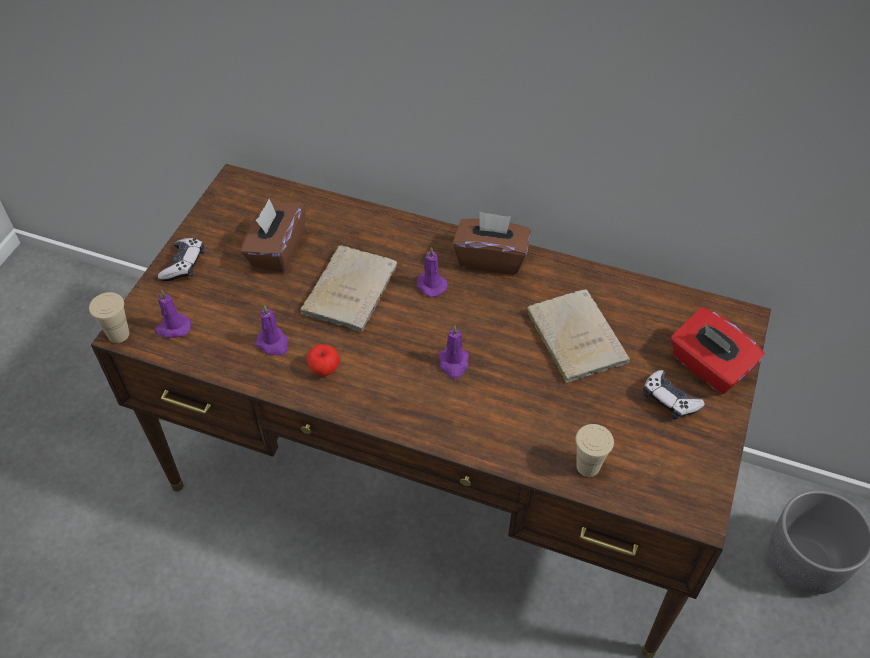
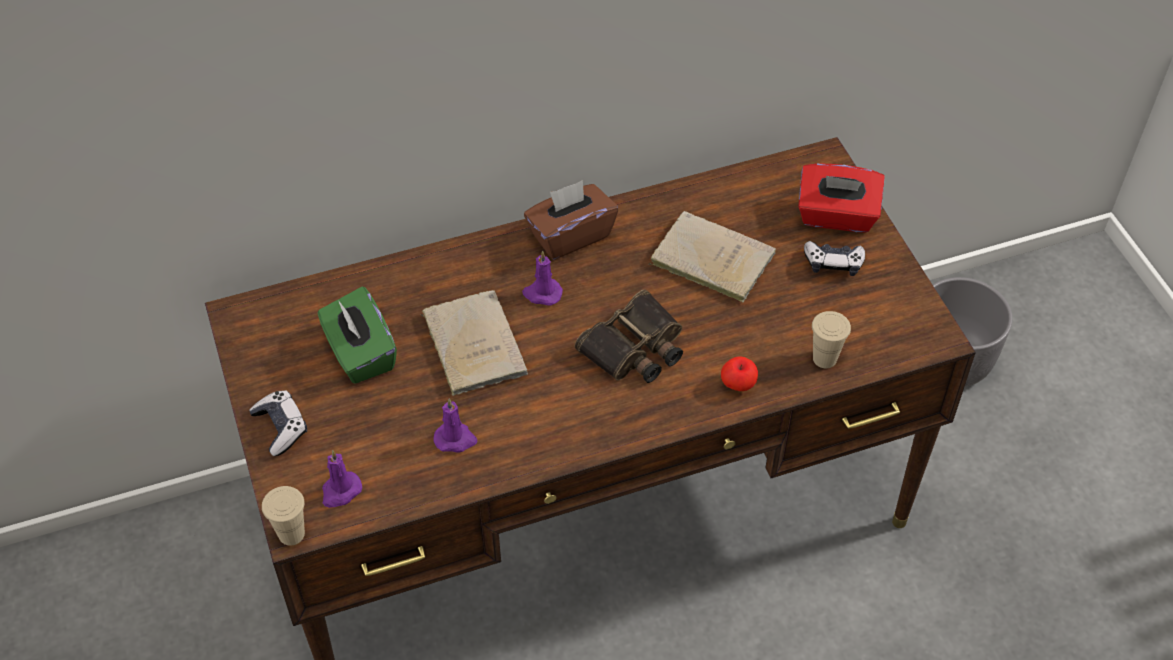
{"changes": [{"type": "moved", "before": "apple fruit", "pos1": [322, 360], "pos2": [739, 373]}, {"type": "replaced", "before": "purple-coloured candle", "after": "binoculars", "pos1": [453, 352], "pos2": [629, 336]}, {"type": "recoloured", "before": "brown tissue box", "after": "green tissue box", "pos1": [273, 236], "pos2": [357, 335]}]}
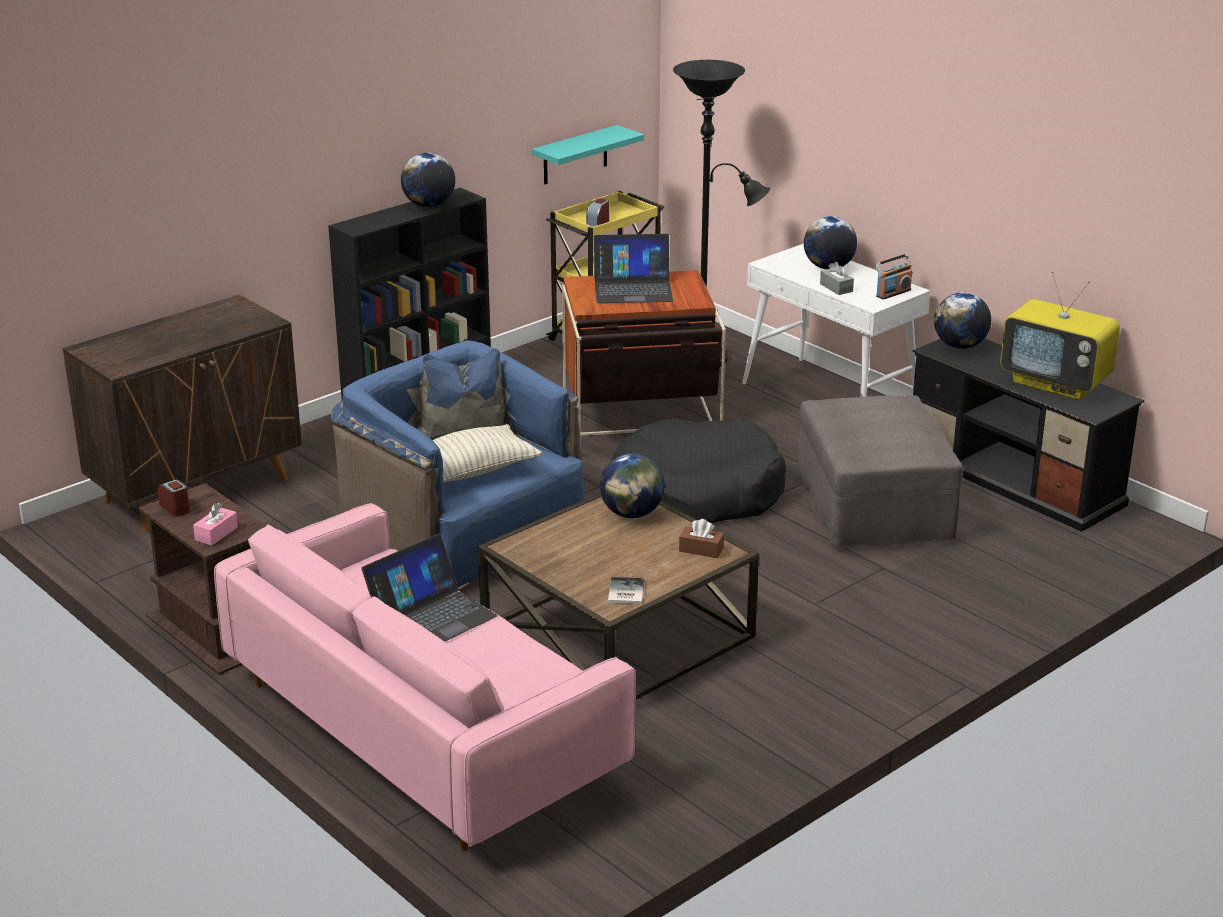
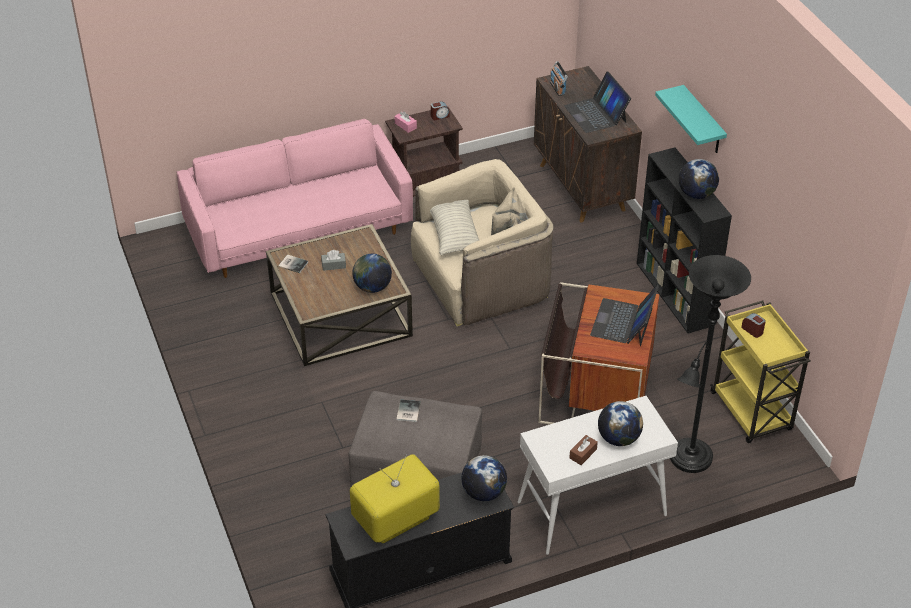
{"changes": [{"type": "removed", "before": "black dog cushion", "pos1": [699, 471]}, {"type": "added", "after": "volume", "pos2": [408, 411]}, {"type": "moved", "before": "laptop", "pos1": [429, 588], "pos2": [597, 102]}, {"type": "moved", "before": "turquoise-coloured bracket shelf", "pos1": [588, 154], "pos2": [691, 119]}, {"type": "moved", "before": "brown tissue box", "pos1": [701, 538], "pos2": [583, 450]}, {"type": "moved", "before": "gray tissue box", "pos1": [837, 278], "pos2": [333, 260]}, {"type": "moved", "before": "radio", "pos1": [893, 277], "pos2": [559, 78]}, {"type": "recoloured", "before": "blue-coloured armchair", "after": "sand-coloured armchair", "pos1": [458, 465], "pos2": [482, 242]}]}
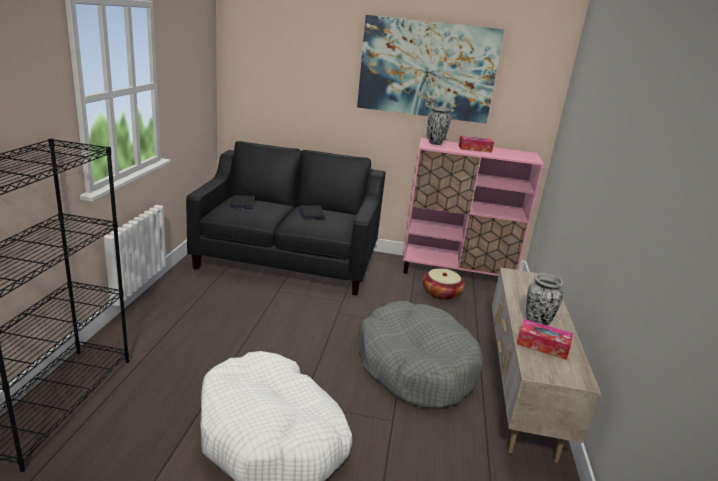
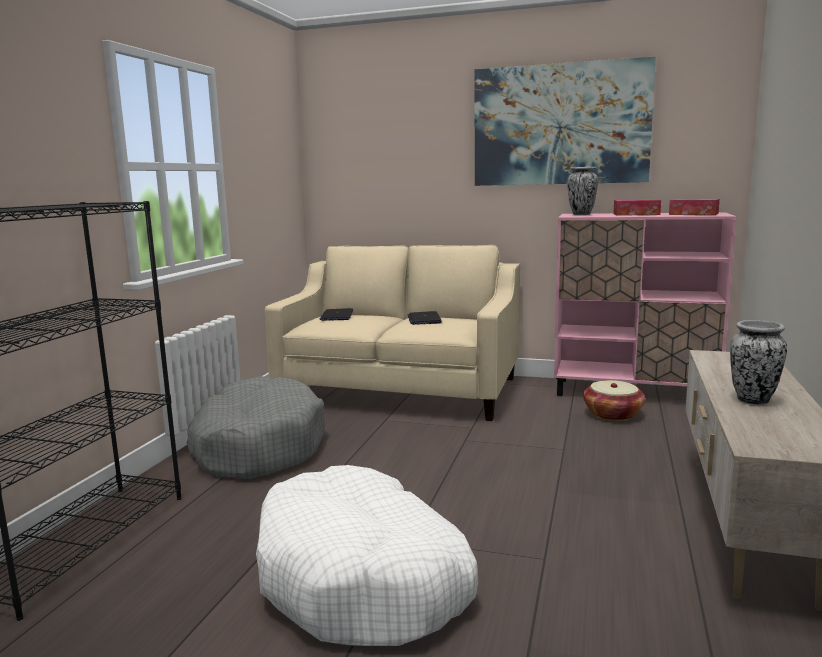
{"changes": [{"type": "moved", "before": "gray dog cushion", "pos1": [420, 355], "pos2": [256, 427]}, {"type": "moved", "before": "tissue box", "pos1": [545, 339], "pos2": [694, 207]}, {"type": "recoloured", "before": "black sofa", "after": "sand-coloured sofa", "pos1": [286, 218], "pos2": [392, 333]}]}
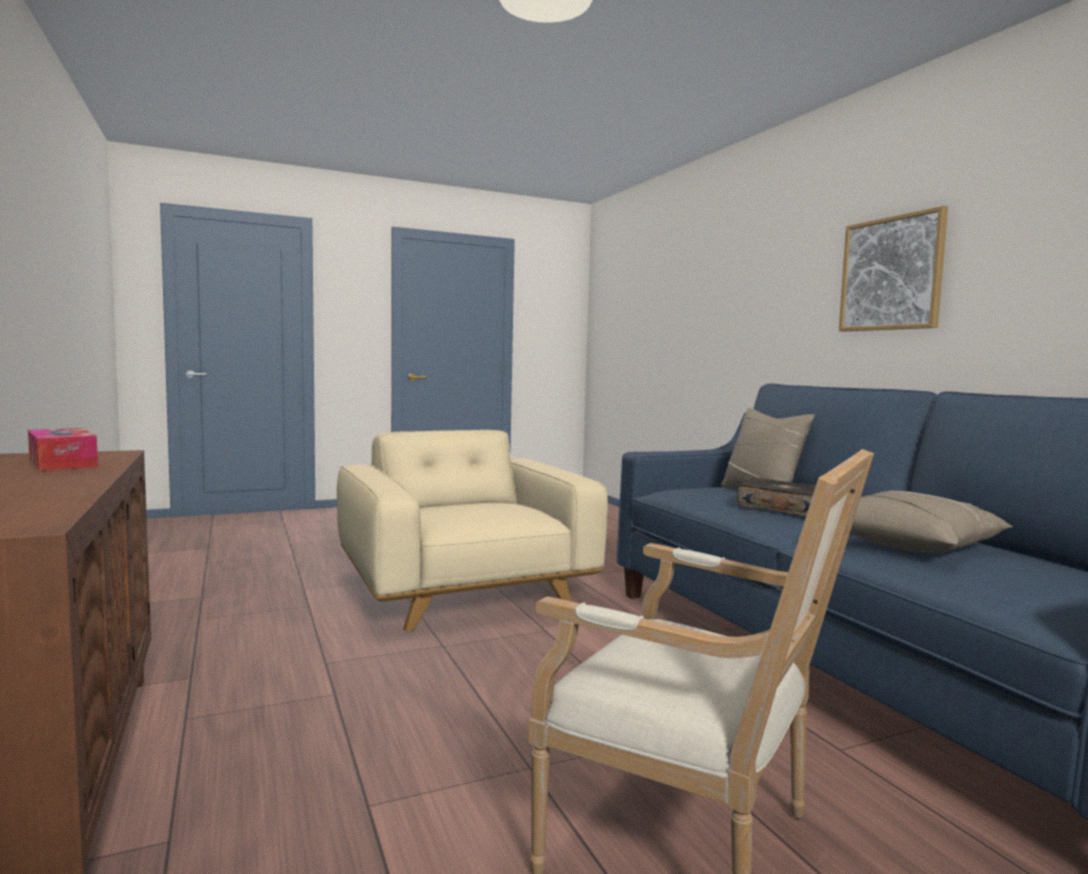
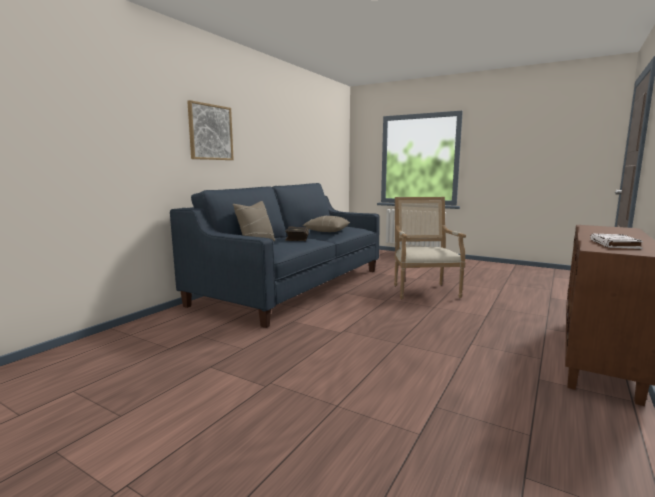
{"changes": [{"type": "removed", "before": "sand-coloured armchair", "pos1": [472, 531]}, {"type": "replaced", "before": "tissue box", "after": "whitish volume", "pos1": [63, 449], "pos2": [616, 241]}]}
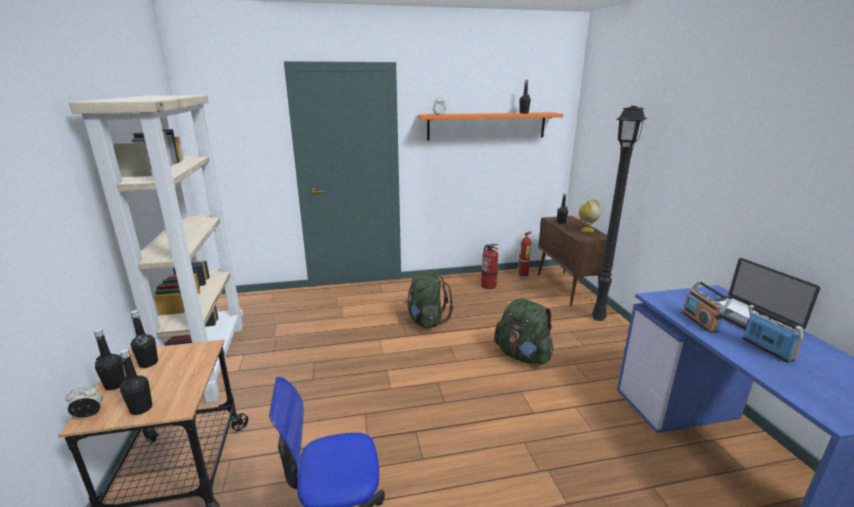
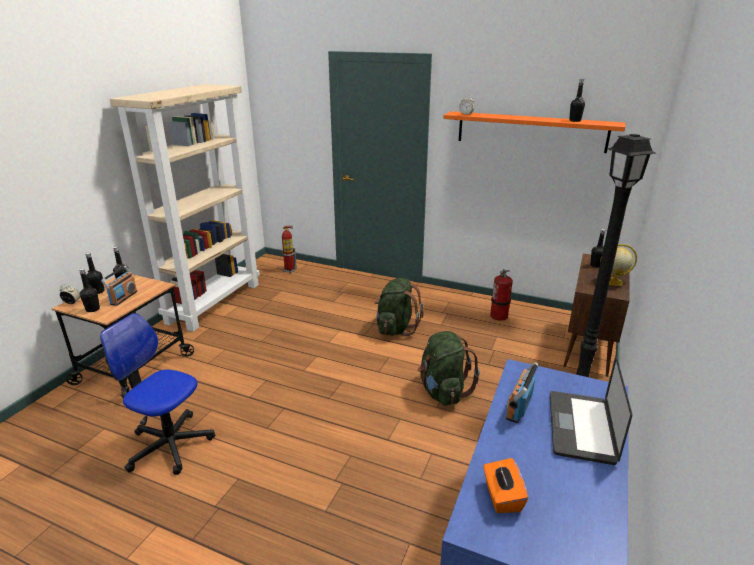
{"changes": [{"type": "added", "after": "orange tissue box", "pos2": [505, 485]}, {"type": "moved", "before": "fire extinguisher", "pos1": [524, 254], "pos2": [289, 249]}, {"type": "moved", "before": "radio", "pos1": [773, 334], "pos2": [119, 285]}]}
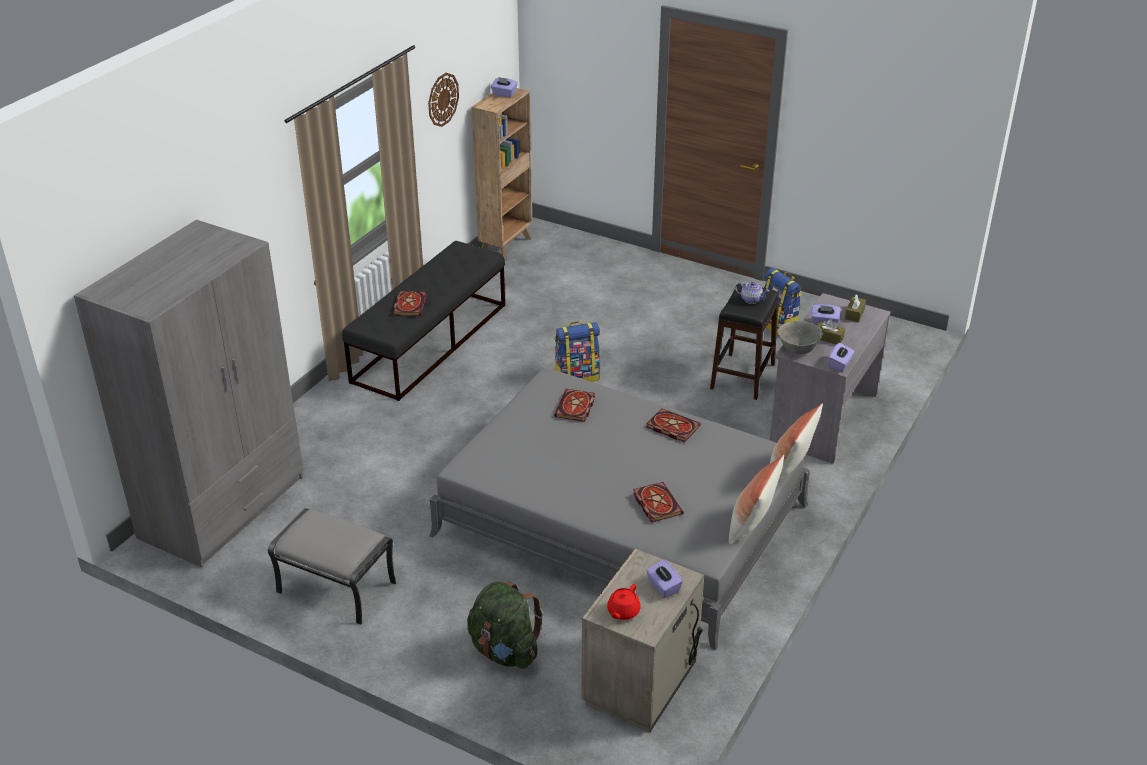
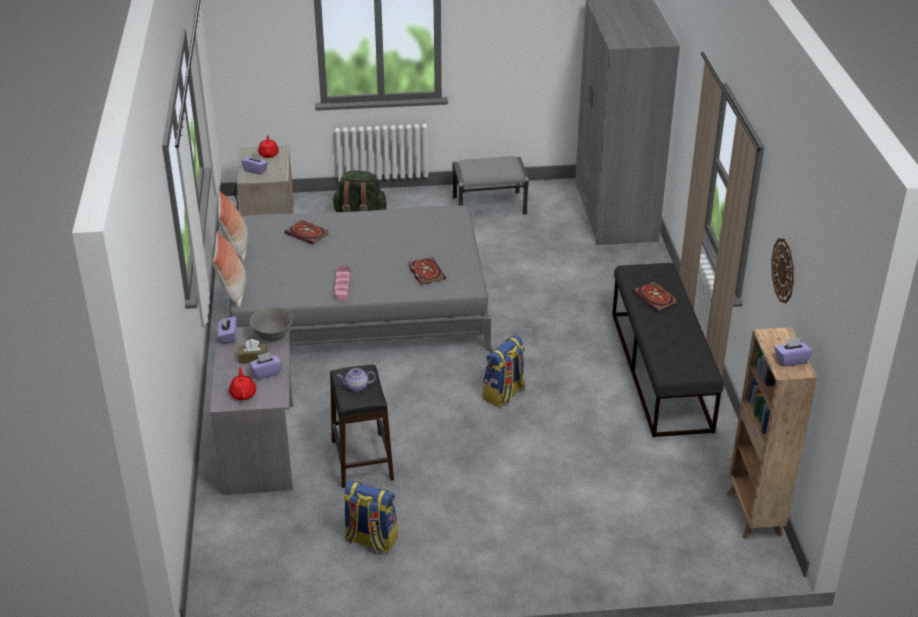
{"changes": [{"type": "replaced", "before": "volume", "after": "pink-coloured tray", "pos1": [674, 425], "pos2": [342, 283]}, {"type": "replaced", "before": "brown tissue box", "after": "red teapot", "pos1": [855, 308], "pos2": [242, 383]}]}
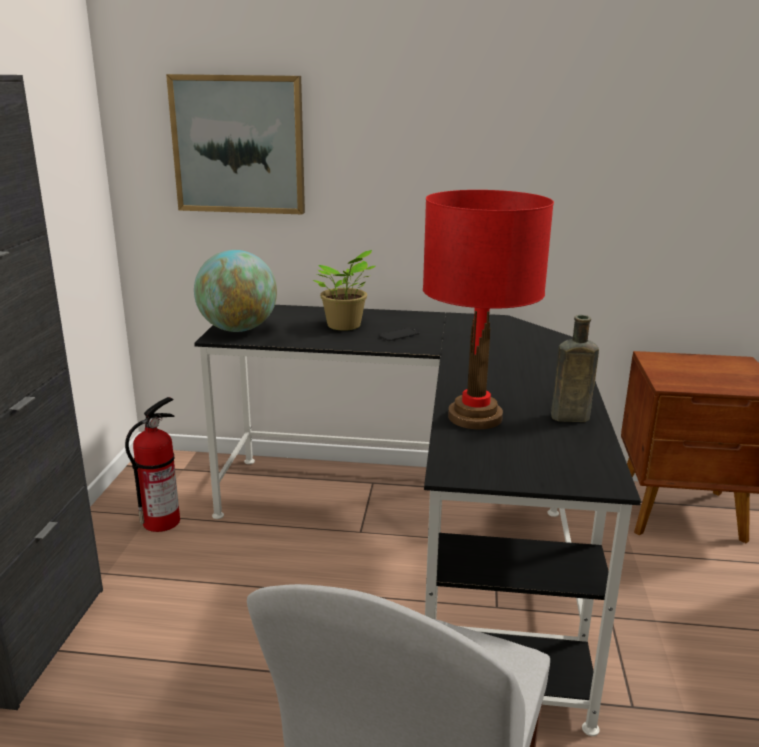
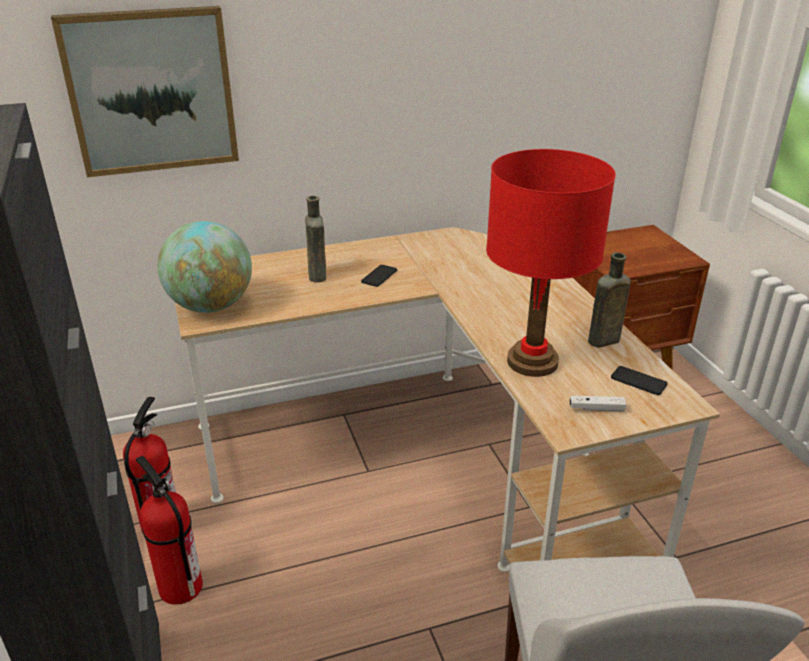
{"changes": [{"type": "added", "after": "fire extinguisher", "pos2": [169, 530]}, {"type": "added", "after": "whitish joypad", "pos2": [598, 404]}, {"type": "added", "after": "handset", "pos2": [639, 380]}, {"type": "replaced", "before": "potted plant", "after": "brown bottle", "pos1": [344, 290], "pos2": [315, 239]}, {"type": "recoloured", "before": "black desk", "after": "sand-coloured desk", "pos1": [417, 520], "pos2": [447, 399]}]}
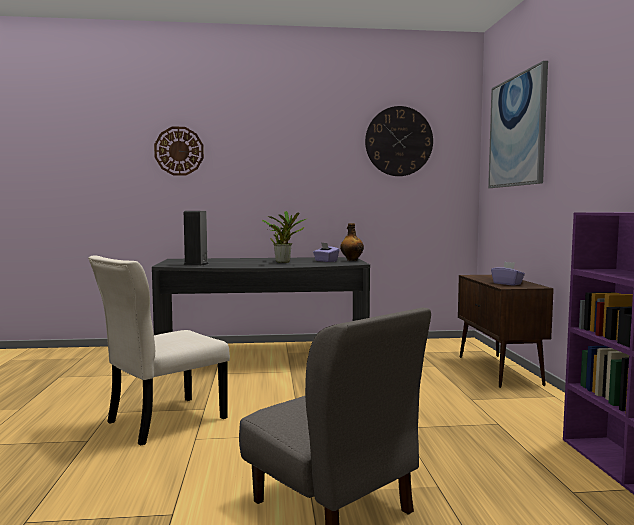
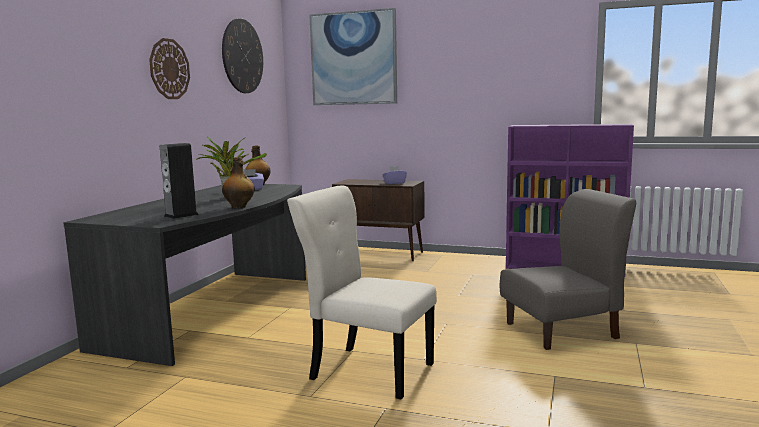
{"changes": [{"type": "added", "after": "bottle", "pos2": [238, 182]}, {"type": "moved", "before": "hanging clock", "pos1": [179, 151], "pos2": [169, 68]}, {"type": "turned", "before": "sand-coloured plain chair", "pos1": [159, 351], "pos2": [361, 292], "turn": 135}]}
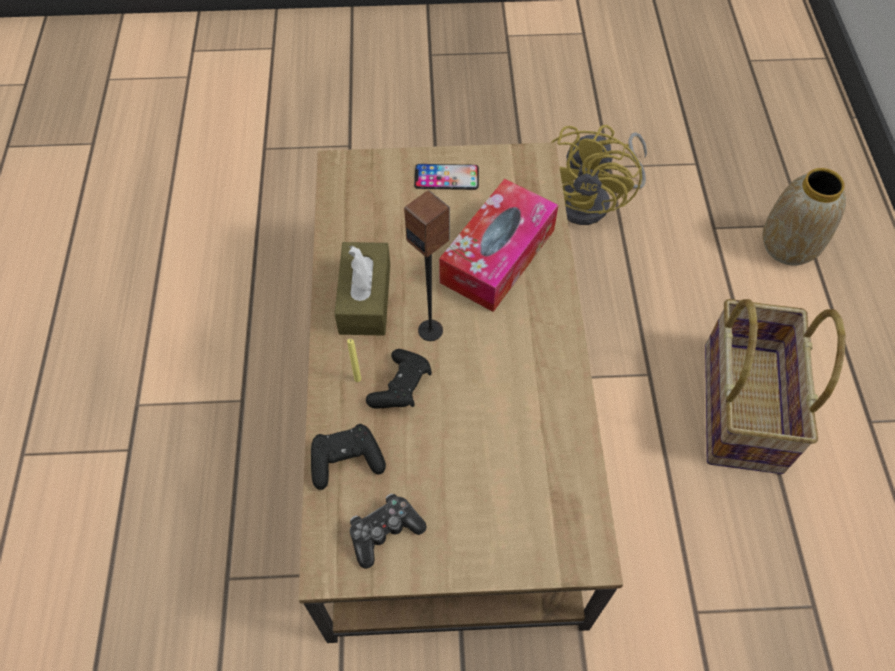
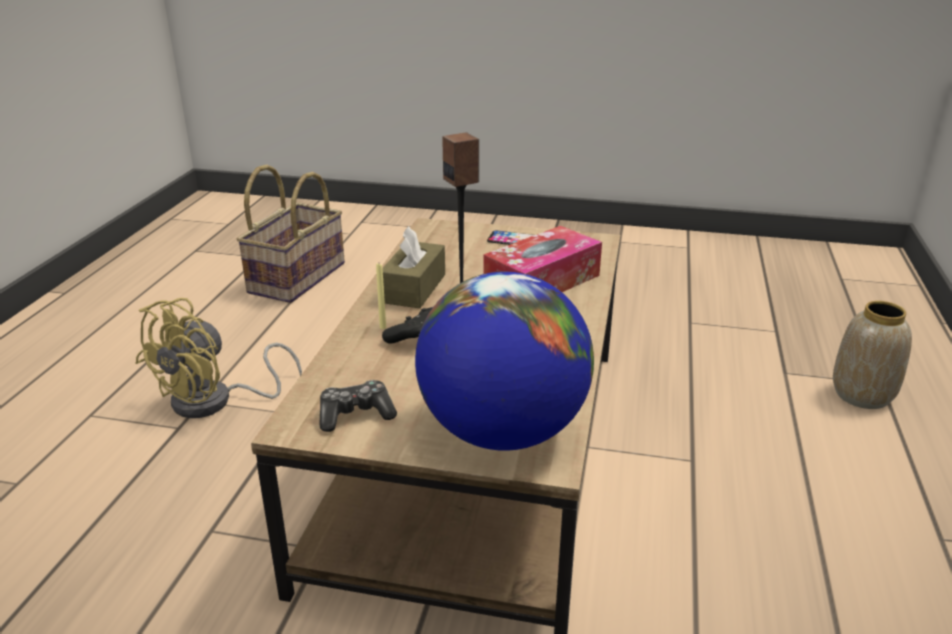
{"changes": [{"type": "removed", "before": "black joypad", "pos1": [348, 457]}, {"type": "added", "after": "desk globe", "pos2": [504, 361]}, {"type": "moved", "before": "yellow-coloured fan", "pos1": [598, 175], "pos2": [218, 358]}, {"type": "moved", "before": "storage basket", "pos1": [775, 386], "pos2": [291, 234]}]}
